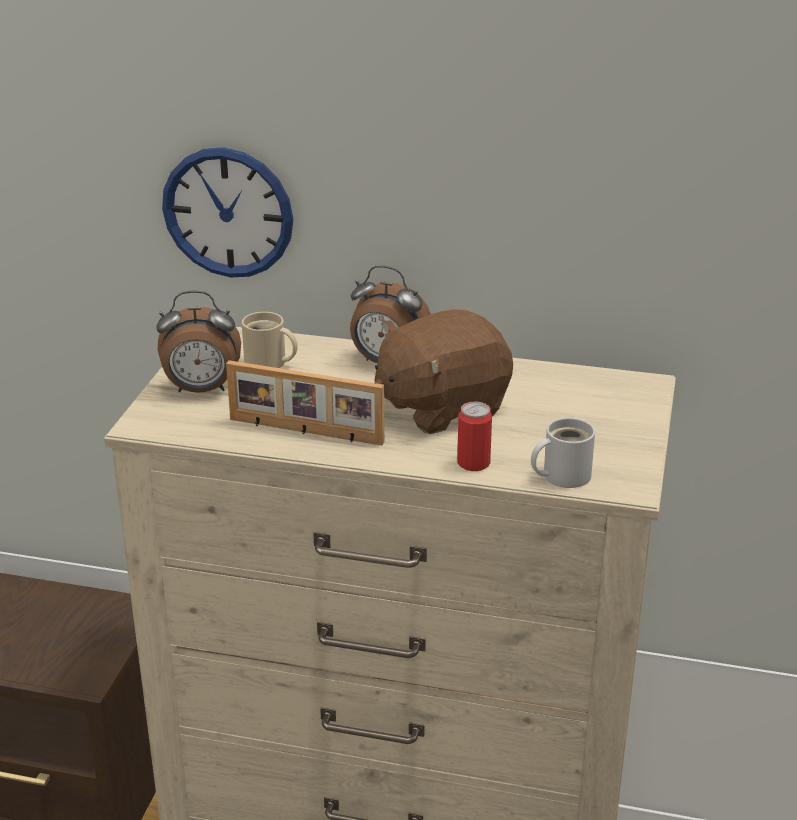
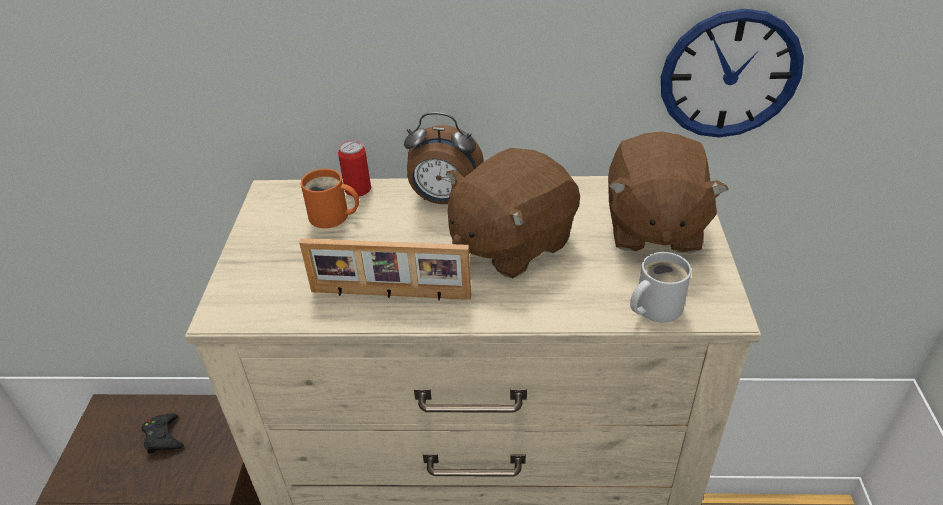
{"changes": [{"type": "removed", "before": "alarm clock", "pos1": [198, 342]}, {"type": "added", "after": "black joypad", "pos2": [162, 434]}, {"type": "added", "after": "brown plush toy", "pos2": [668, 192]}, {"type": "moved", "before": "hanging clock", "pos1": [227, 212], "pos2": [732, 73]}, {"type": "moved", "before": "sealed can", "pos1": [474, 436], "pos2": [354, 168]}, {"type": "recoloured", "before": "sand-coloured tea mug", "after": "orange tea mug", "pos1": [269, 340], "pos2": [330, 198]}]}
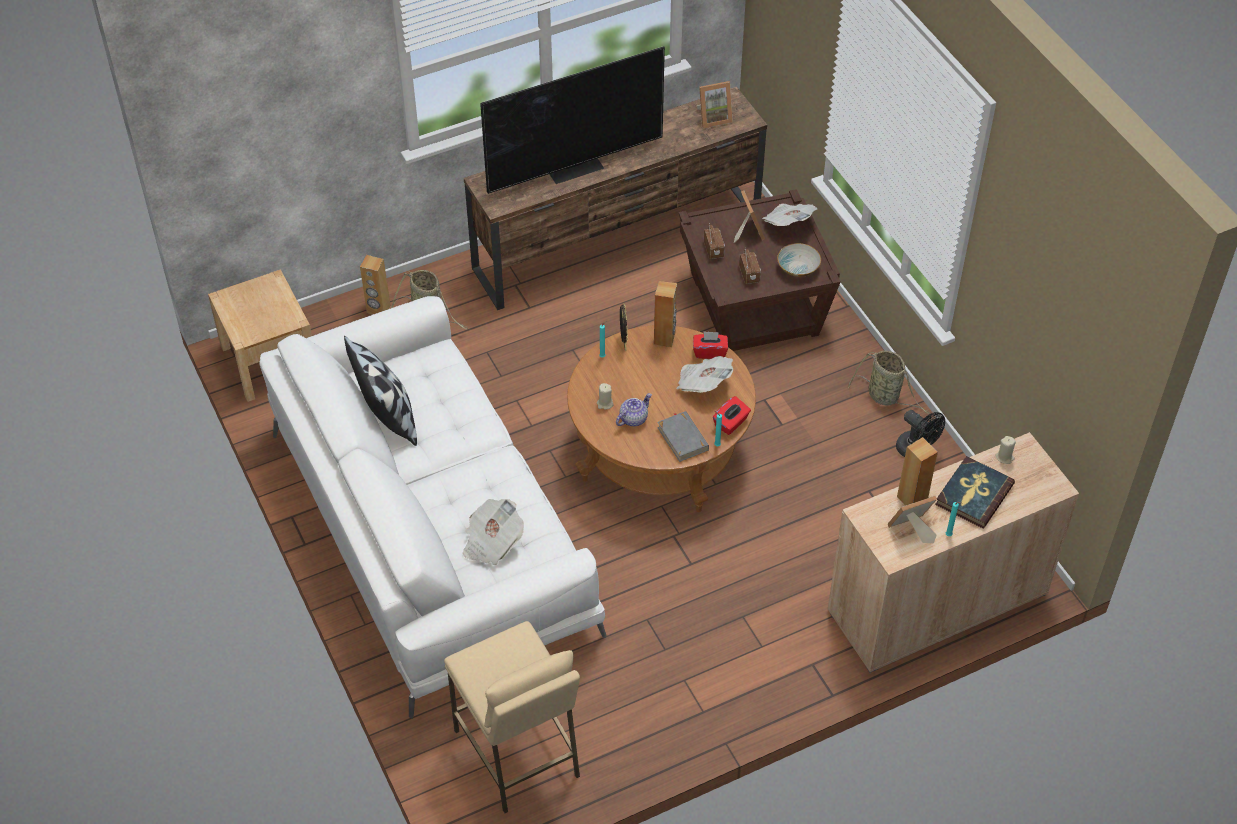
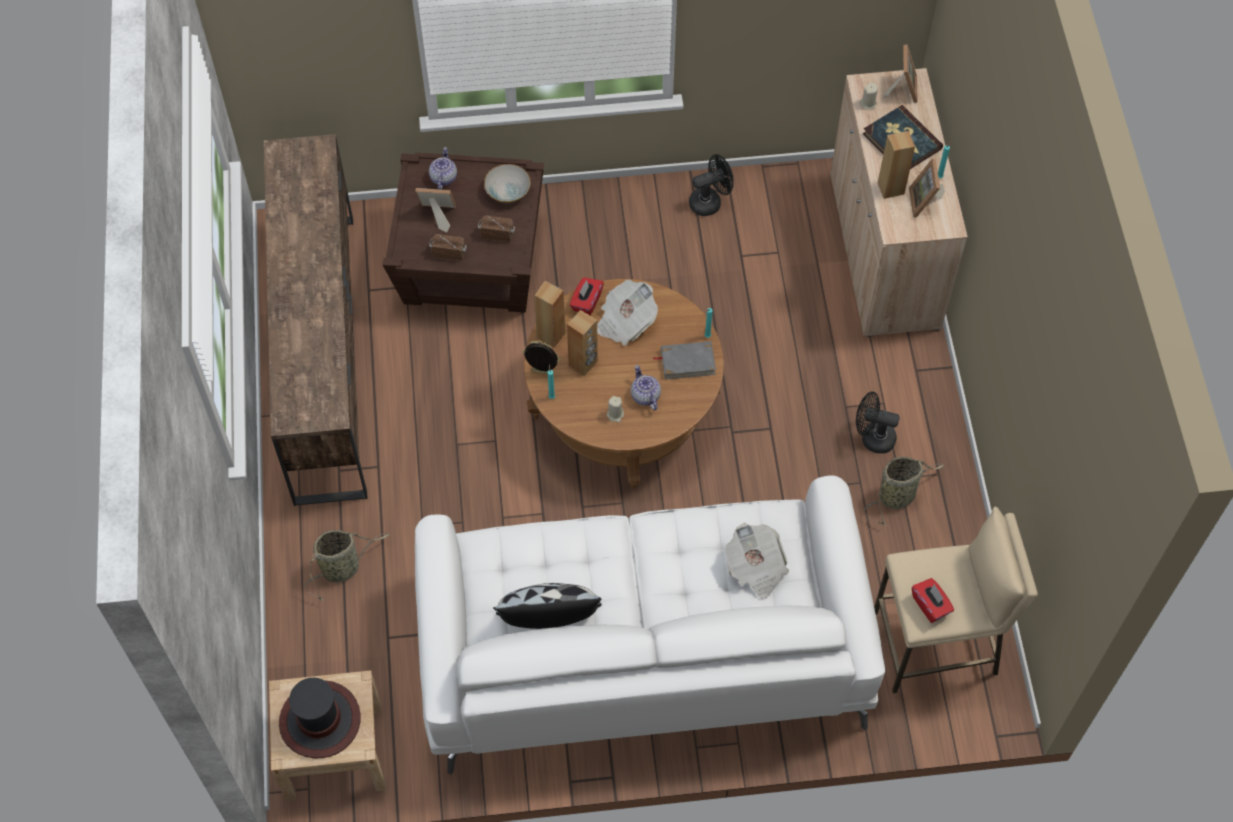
{"changes": [{"type": "removed", "before": "TV set", "pos1": [572, 120]}, {"type": "added", "after": "wearable hat", "pos2": [320, 718]}, {"type": "added", "after": "black fan", "pos2": [878, 423]}, {"type": "moved", "before": "brown audio speaker", "pos1": [375, 285], "pos2": [582, 343]}, {"type": "moved", "before": "picture frame", "pos1": [714, 105], "pos2": [900, 73]}, {"type": "moved", "before": "red tissue box", "pos1": [732, 415], "pos2": [933, 600]}, {"type": "moved", "before": "storage basket", "pos1": [889, 382], "pos2": [904, 491]}, {"type": "replaced", "before": "printed paper", "after": "teapot", "pos1": [790, 214], "pos2": [443, 168]}]}
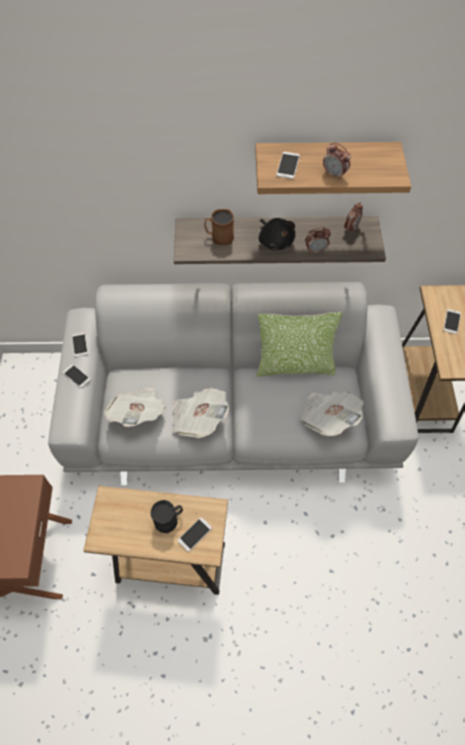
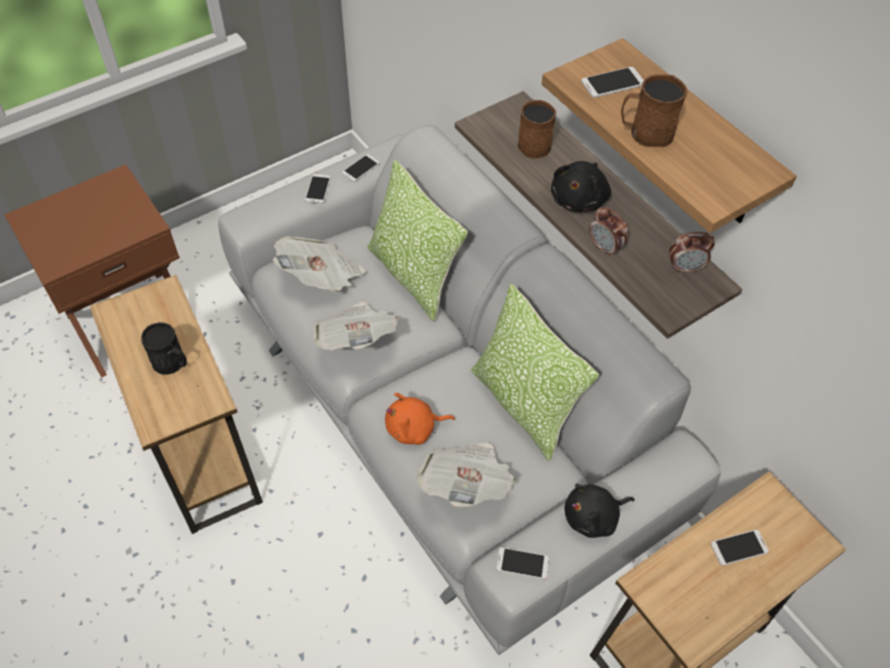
{"changes": [{"type": "added", "after": "cushion", "pos2": [417, 240]}, {"type": "added", "after": "orange plush toy", "pos2": [420, 419]}, {"type": "added", "after": "black plush toy", "pos2": [600, 511]}, {"type": "moved", "before": "handset", "pos1": [195, 534], "pos2": [522, 563]}, {"type": "replaced", "before": "alarm clock", "after": "brown tea mug", "pos1": [337, 161], "pos2": [654, 110]}]}
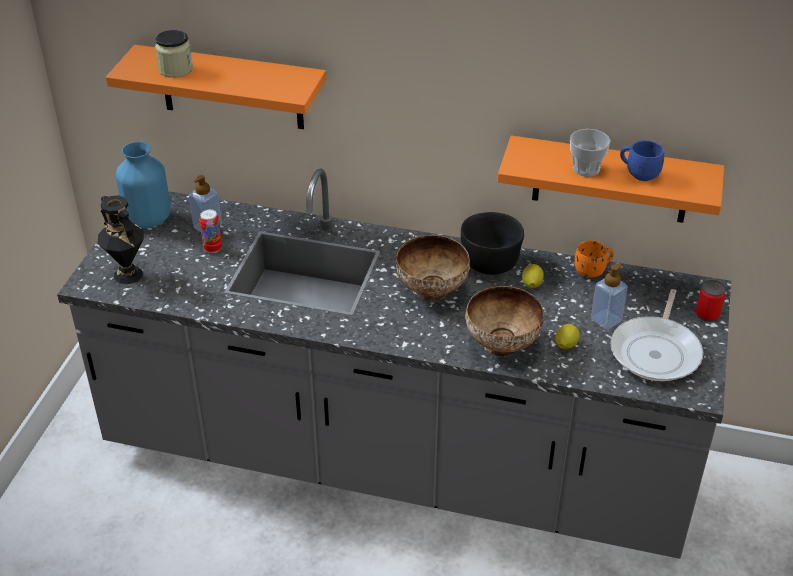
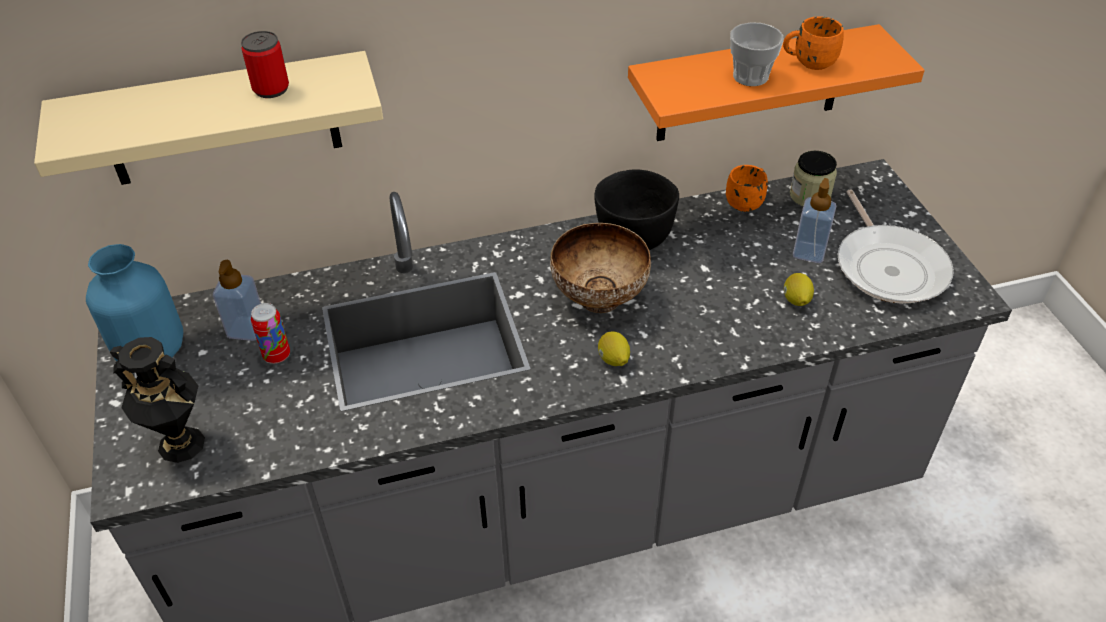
{"changes": [{"type": "removed", "before": "serving bowl", "pos1": [504, 321]}, {"type": "moved", "before": "preserve jar", "pos1": [174, 54], "pos2": [813, 178]}, {"type": "moved", "before": "lemon", "pos1": [533, 276], "pos2": [614, 349]}, {"type": "moved", "before": "sealed can", "pos1": [711, 301], "pos2": [265, 64]}, {"type": "recoloured", "before": "orange bracket shelf", "after": "sand-coloured bracket shelf", "pos1": [216, 87], "pos2": [208, 118]}, {"type": "recoloured", "before": "blue-coloured tea mug", "after": "orange tea mug", "pos1": [642, 160], "pos2": [813, 43]}]}
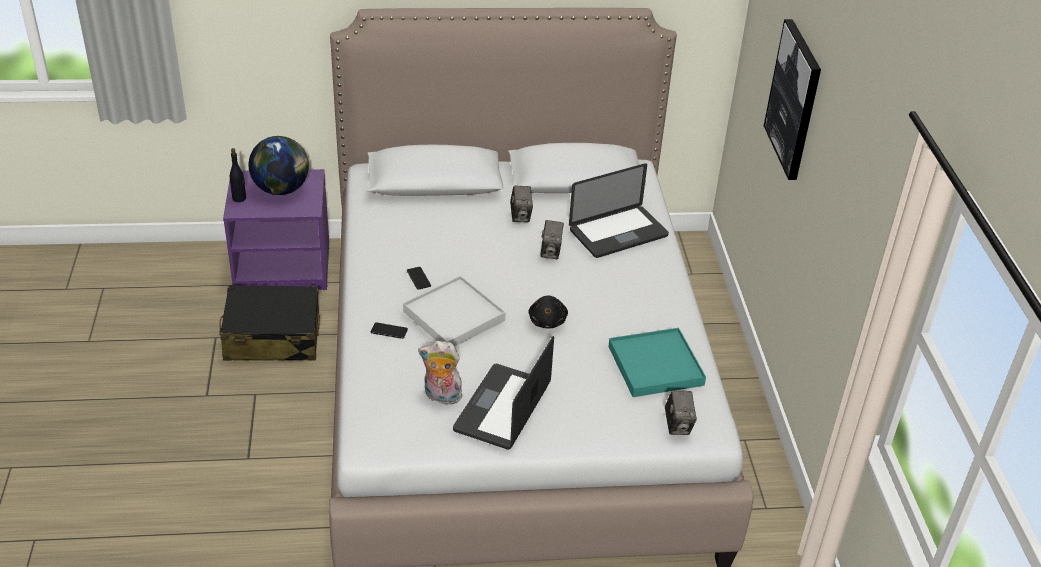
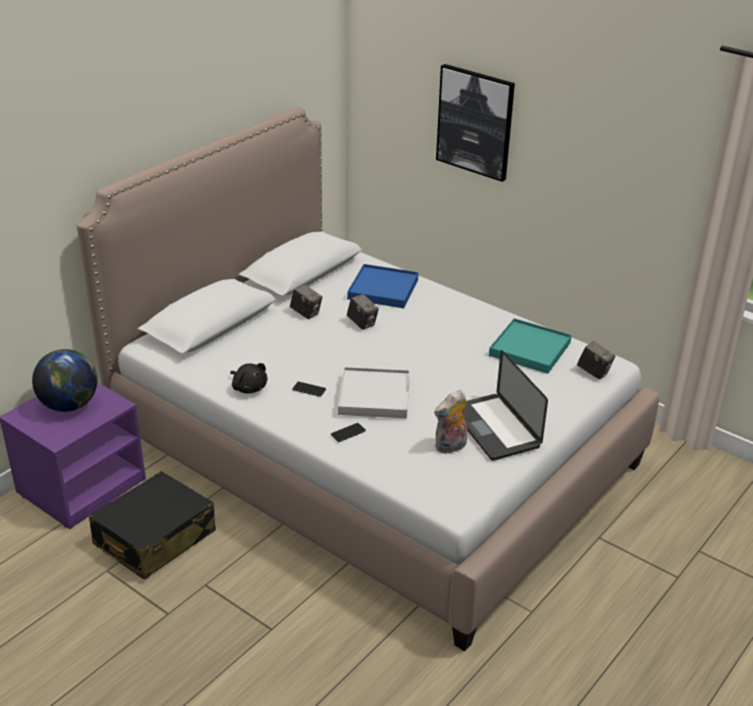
{"changes": [{"type": "removed", "before": "black bottle", "pos1": [238, 175]}, {"type": "moved", "before": "black plush toy", "pos1": [548, 312], "pos2": [249, 378]}, {"type": "replaced", "before": "laptop", "after": "blue-coloured tray", "pos1": [619, 210], "pos2": [383, 286]}]}
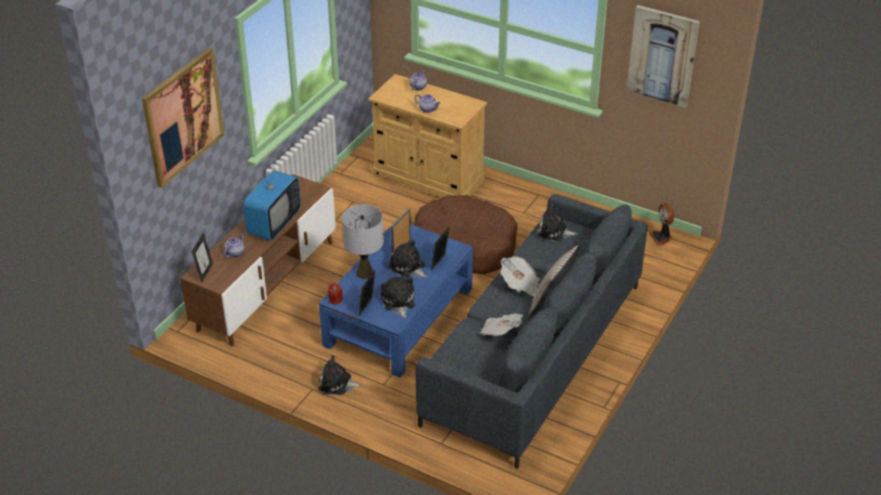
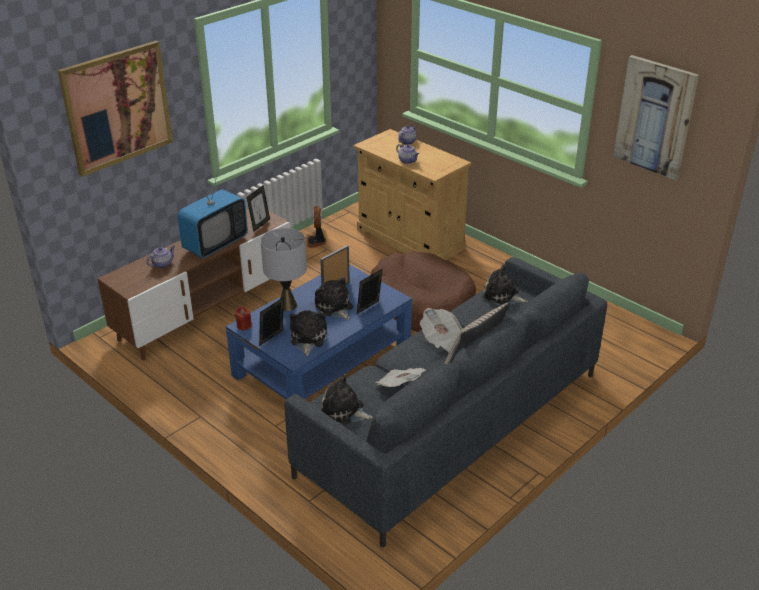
{"changes": [{"type": "moved", "before": "picture frame", "pos1": [202, 258], "pos2": [258, 208]}, {"type": "moved", "before": "plush toy", "pos1": [340, 375], "pos2": [347, 399]}, {"type": "moved", "before": "fan", "pos1": [661, 224], "pos2": [316, 227]}]}
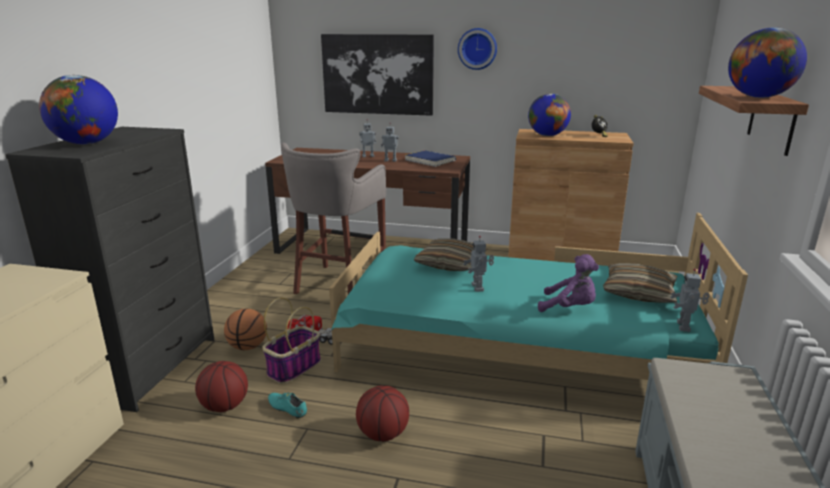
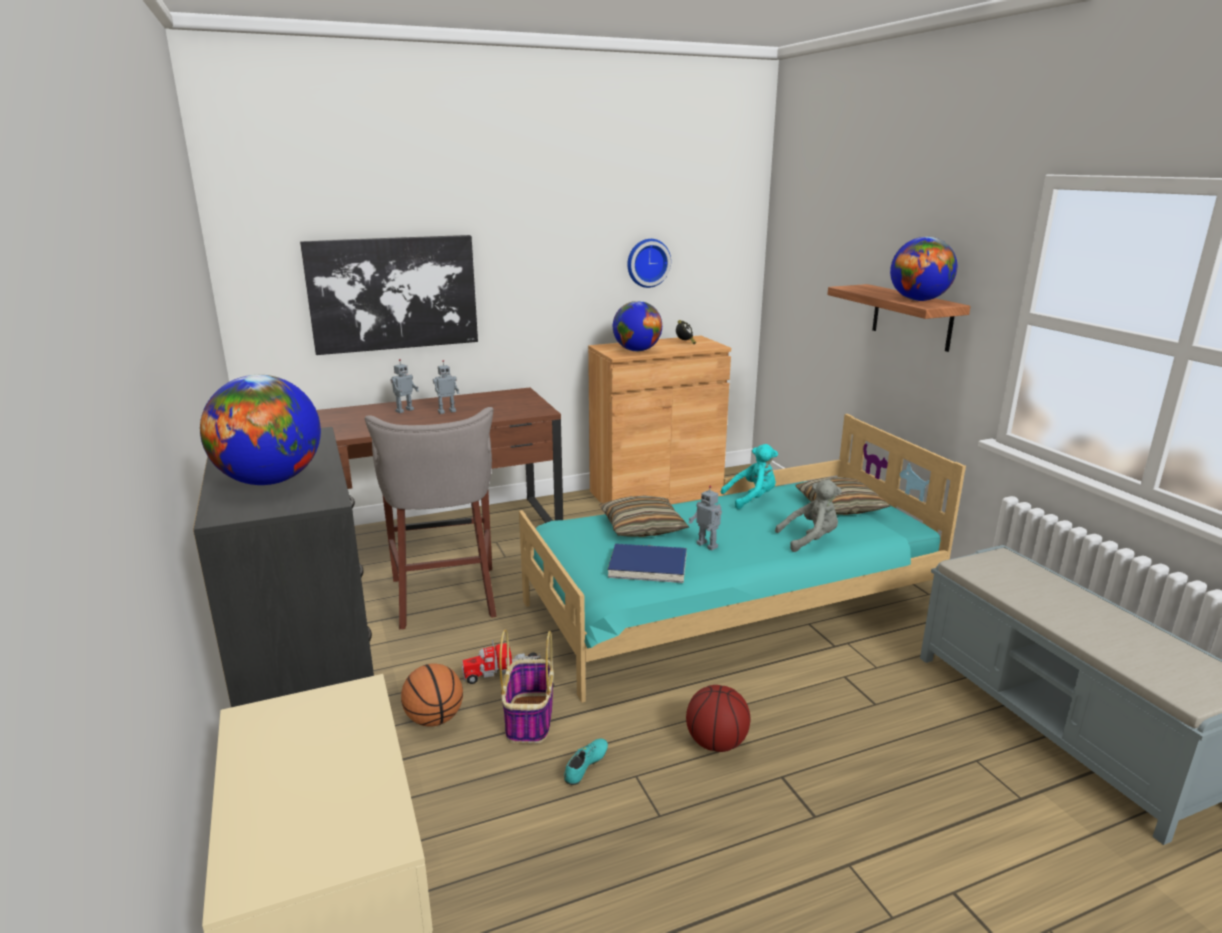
{"changes": [{"type": "removed", "before": "ball for basketball", "pos1": [221, 386]}, {"type": "removed", "before": "robot figure", "pos1": [689, 300]}, {"type": "added", "after": "turquoise-coloured plush toy", "pos2": [749, 476]}, {"type": "moved", "before": "blue-coloured volume", "pos1": [430, 159], "pos2": [647, 563]}, {"type": "moved", "before": "hanging clock", "pos1": [477, 49], "pos2": [649, 263]}, {"type": "recoloured", "before": "purple-coloured plush toy", "after": "gray plush toy", "pos1": [568, 283], "pos2": [808, 515]}, {"type": "turned", "before": "turquoise-coloured shoe", "pos1": [287, 406], "pos2": [586, 762], "turn": 120}]}
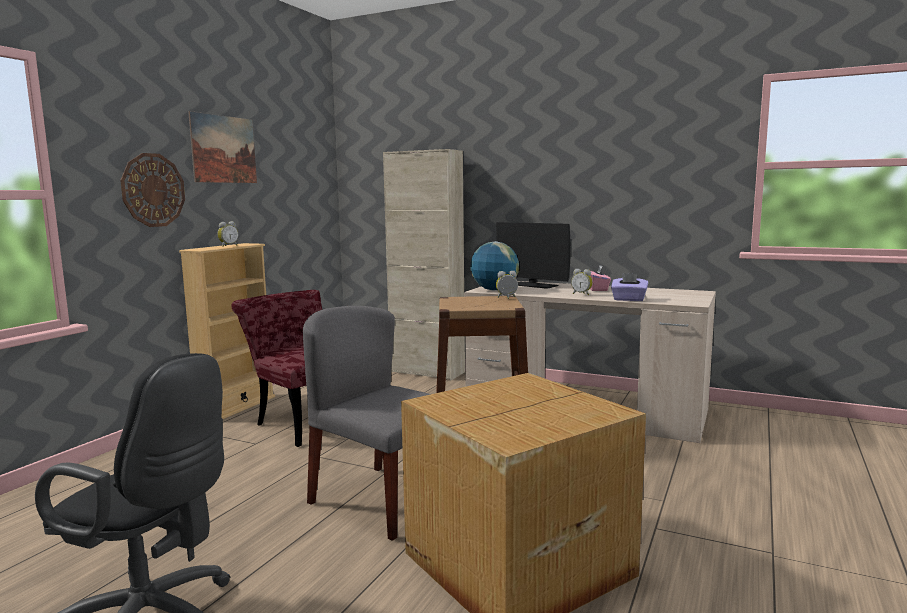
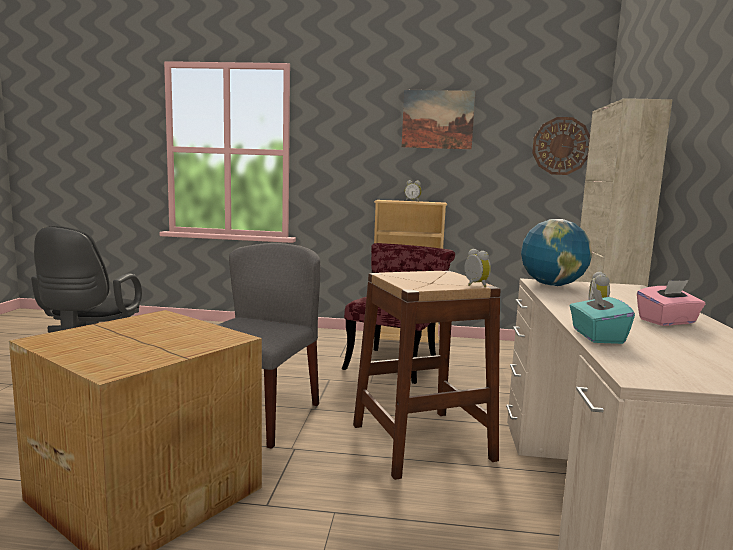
{"changes": [{"type": "removed", "before": "computer screen", "pos1": [533, 255]}, {"type": "moved", "before": "hanging clock", "pos1": [152, 190], "pos2": [561, 146]}, {"type": "recoloured", "before": "purple-coloured tissue box", "after": "turquoise-coloured tissue box", "pos1": [629, 287], "pos2": [602, 314]}]}
